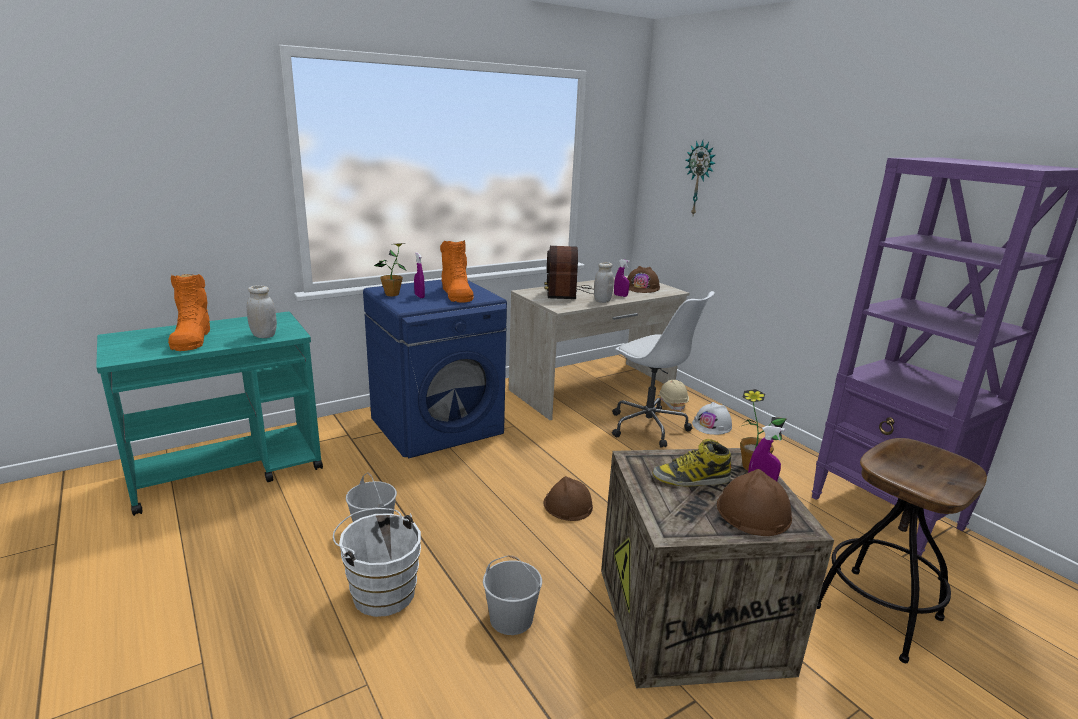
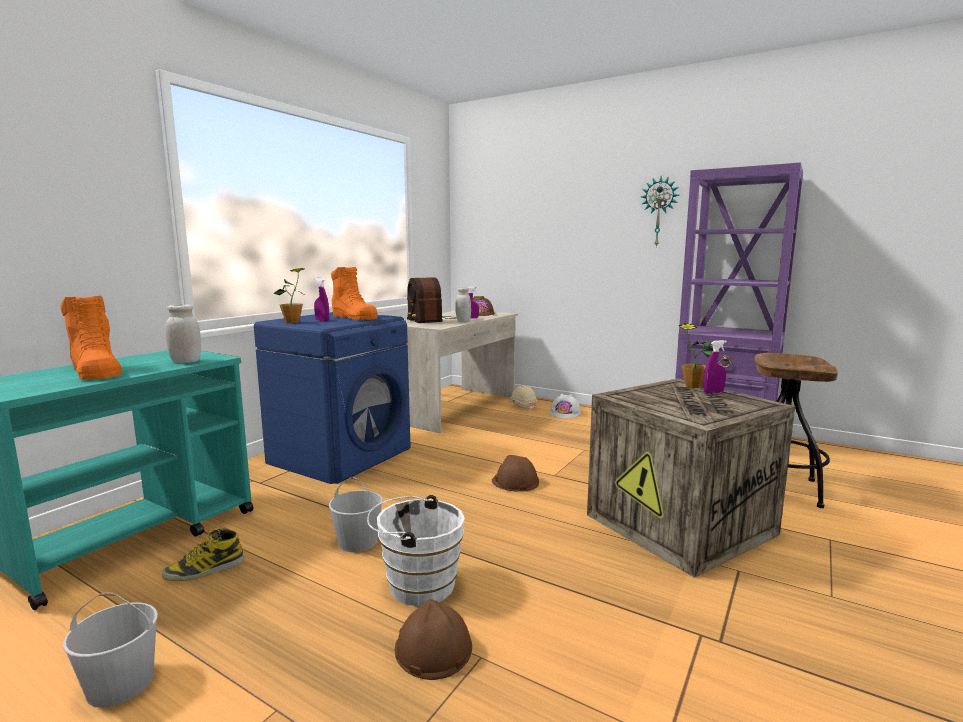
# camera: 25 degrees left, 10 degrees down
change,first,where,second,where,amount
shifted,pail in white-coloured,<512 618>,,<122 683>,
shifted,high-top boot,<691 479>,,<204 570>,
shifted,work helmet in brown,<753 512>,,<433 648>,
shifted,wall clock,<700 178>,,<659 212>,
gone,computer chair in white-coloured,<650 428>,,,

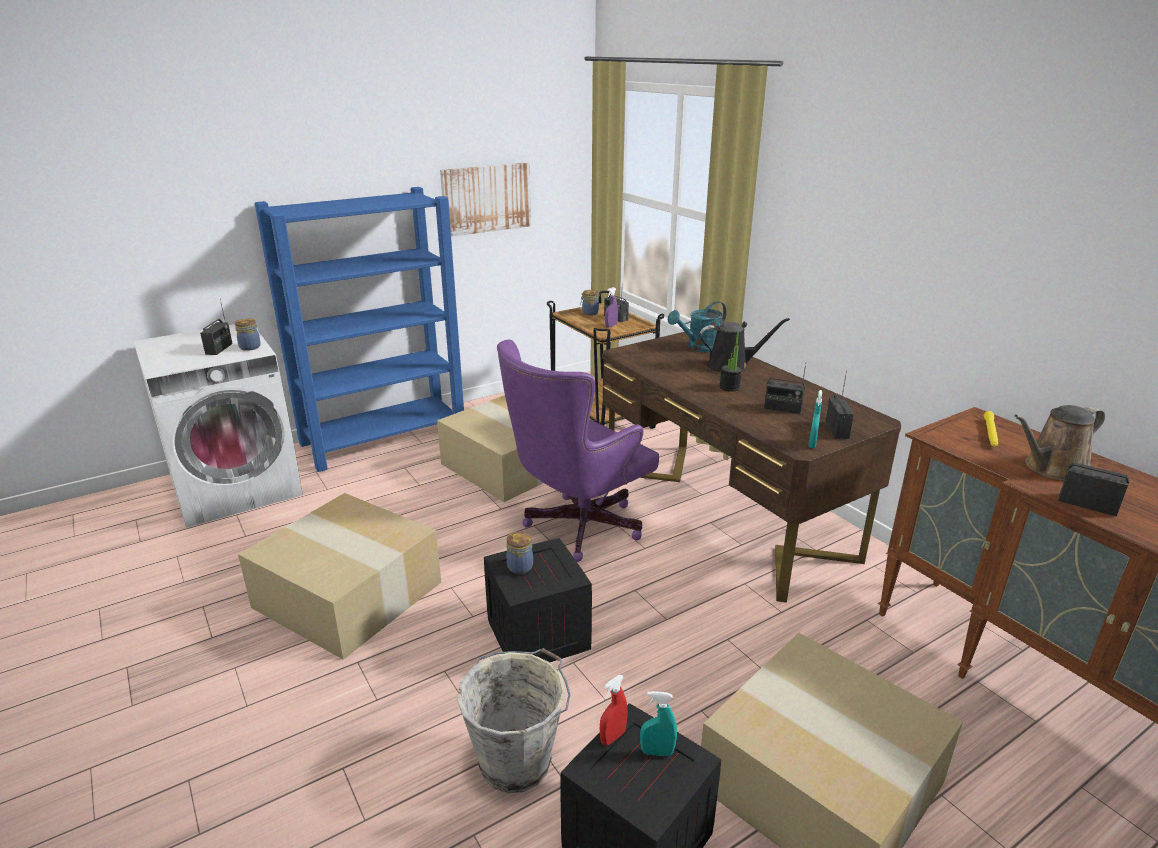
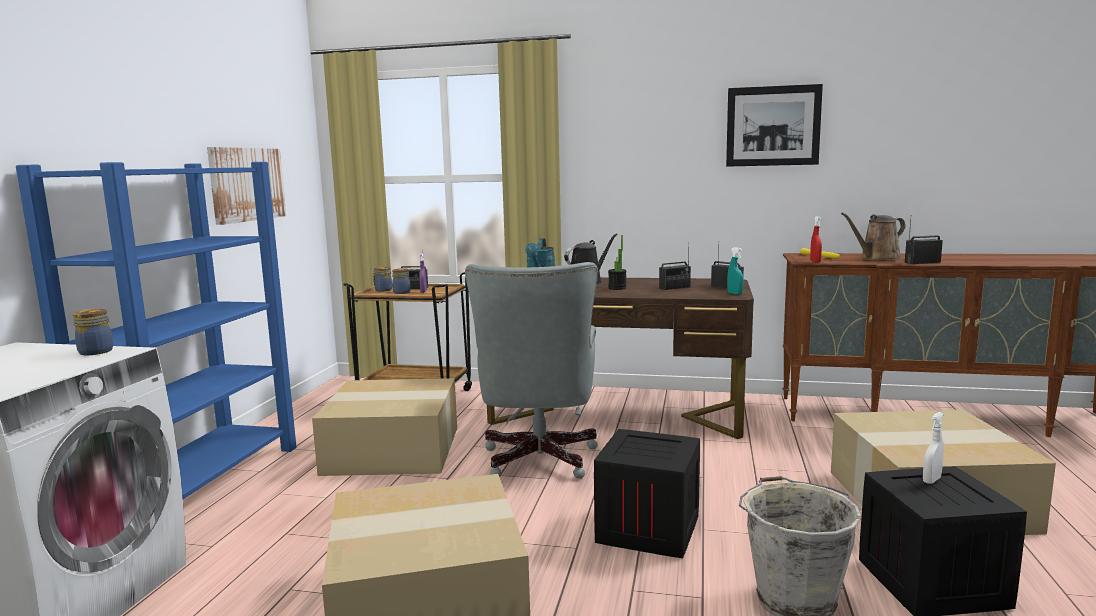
# camera: 45 degrees left, 15 degrees down
change,first,where,second,where,amount
shifted,preserve jar,<520 566>,,<401 292>,
repainted,computer chair in purplish,<578 529>,computer chair in grey,<539 462>,
new,,,wall picture,<773 126>,
shifted,sprayer in reddish,<613 737>,,<815 261>,
rotated,watering pot in brown,<1052 469>,,<877 259>,45 degrees clockwise
repainted,sprayer in blue-green,<657 752>,sprayer in white-coloured,<931 480>,
gone,radio set,<219 349>,,,

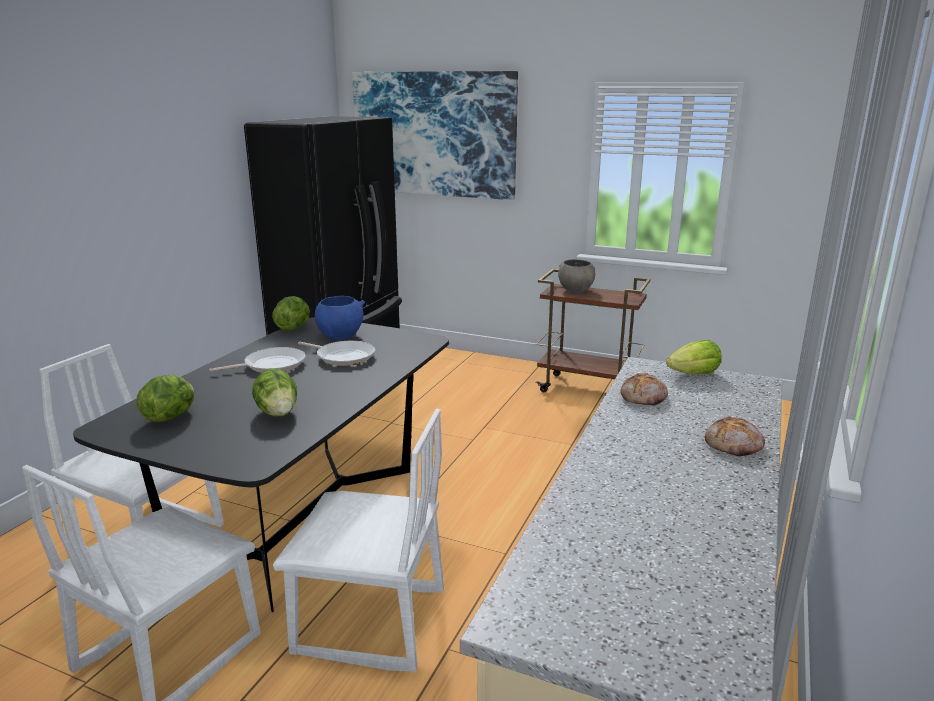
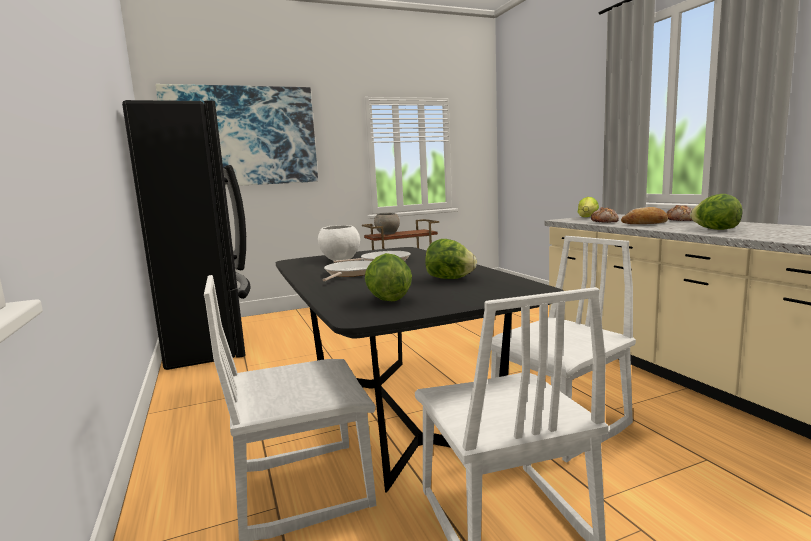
# camera: 45 degrees left, 10 degrees down
change,first,where,second,where,amount
repainted,bowl in blue-coloured,<340 336>,bowl in white-coloured,<340 259>,
new,,,baked bread,<645 223>,
shifted,head of lettuce,<293 328>,,<715 229>,

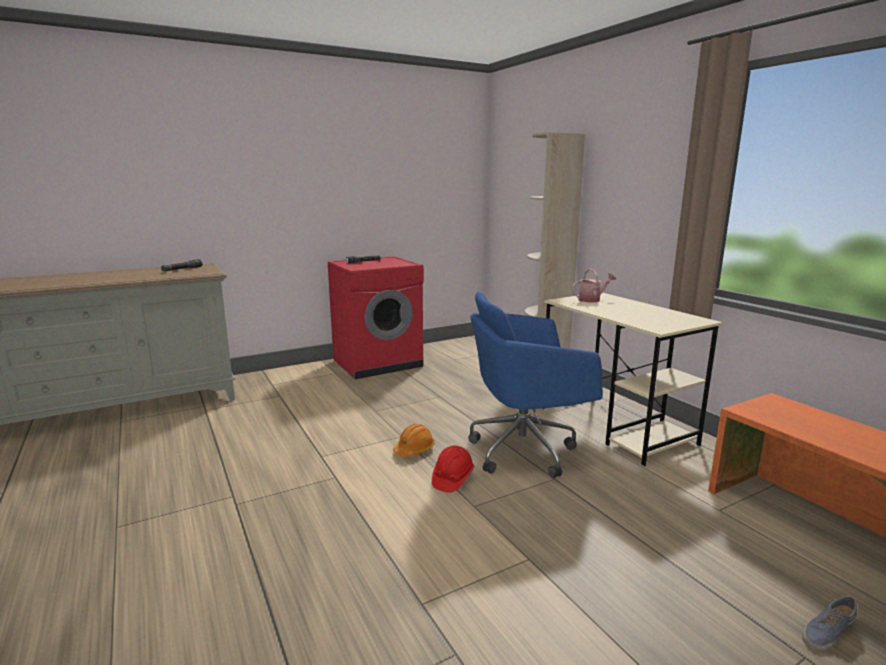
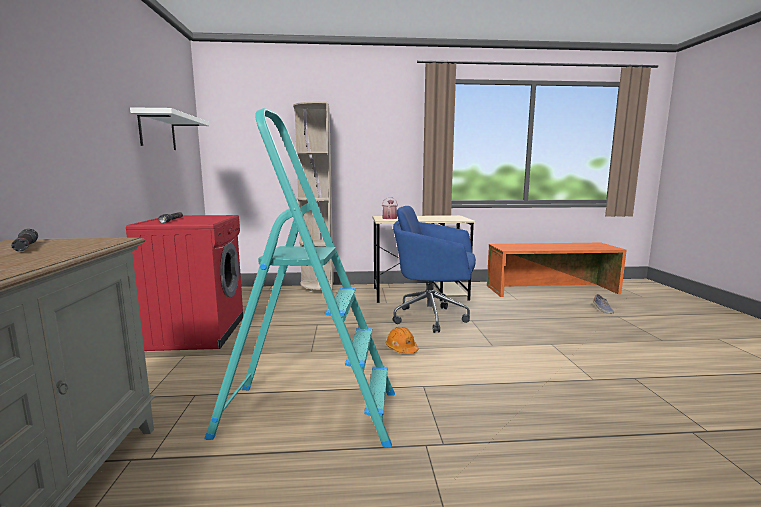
# camera: 65 degrees left, 5 degrees down
change,first,where,second,where,amount
new,,,bracket shelf in white-coloured,<157 131>,
new,,,step stool in blue-green,<310 414>,
rotated,computer chair in blue-coloured,<527 451>,,<433 318>,90 degrees clockwise
gone,work helmet in reddish,<452 479>,,,

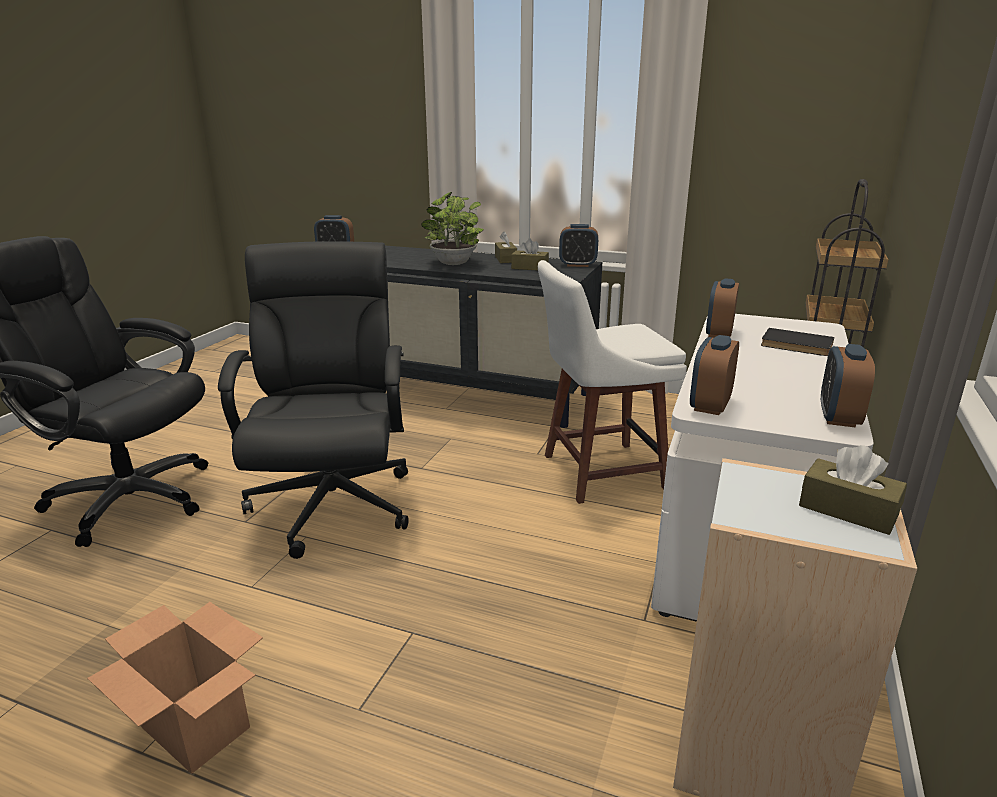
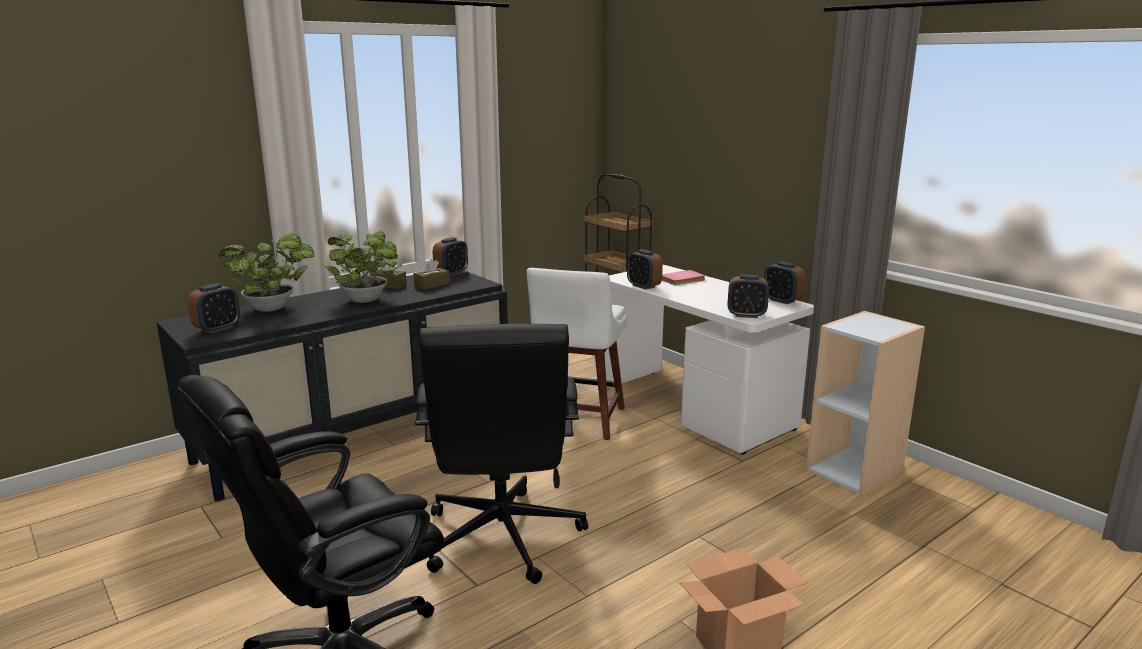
# camera: 60 degrees left, 5 degrees down
change,first,where,second,where,amount
new,,,houseplant,<273 308>,
rotated,computer chair in black-coloured,<333 506>,,<502 535>,120 degrees counterclockwise
repainted,book in black-coloured,<796 345>,book in pink,<683 280>,
rotated,alarm clock,<710 406>,,<746 315>,45 degrees counterclockwise
gone,tissue holder in brown,<848 510>,,,

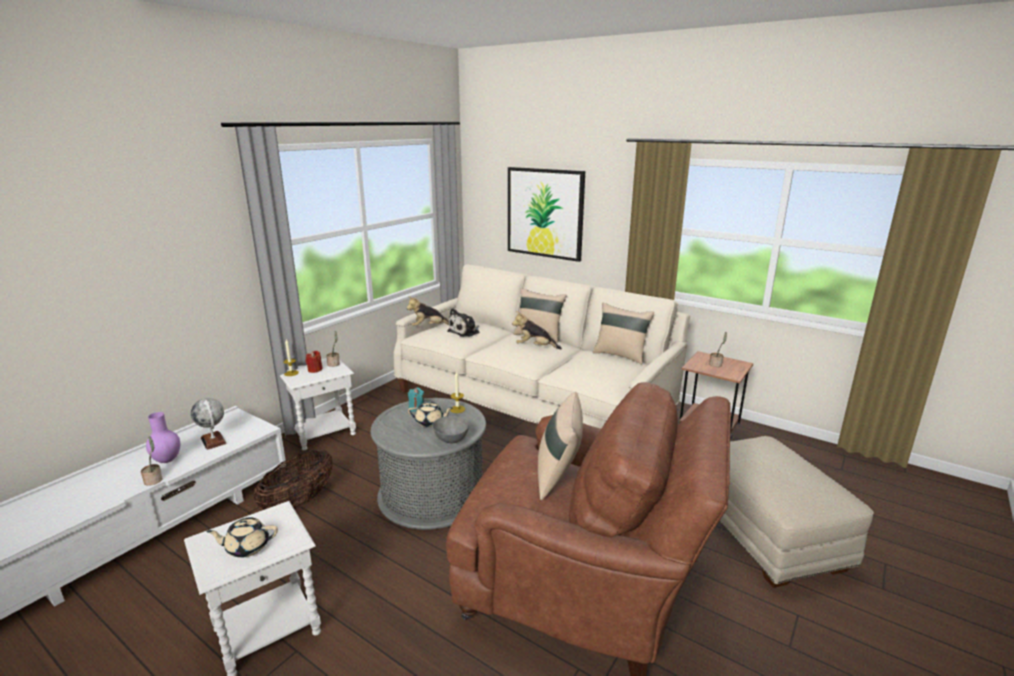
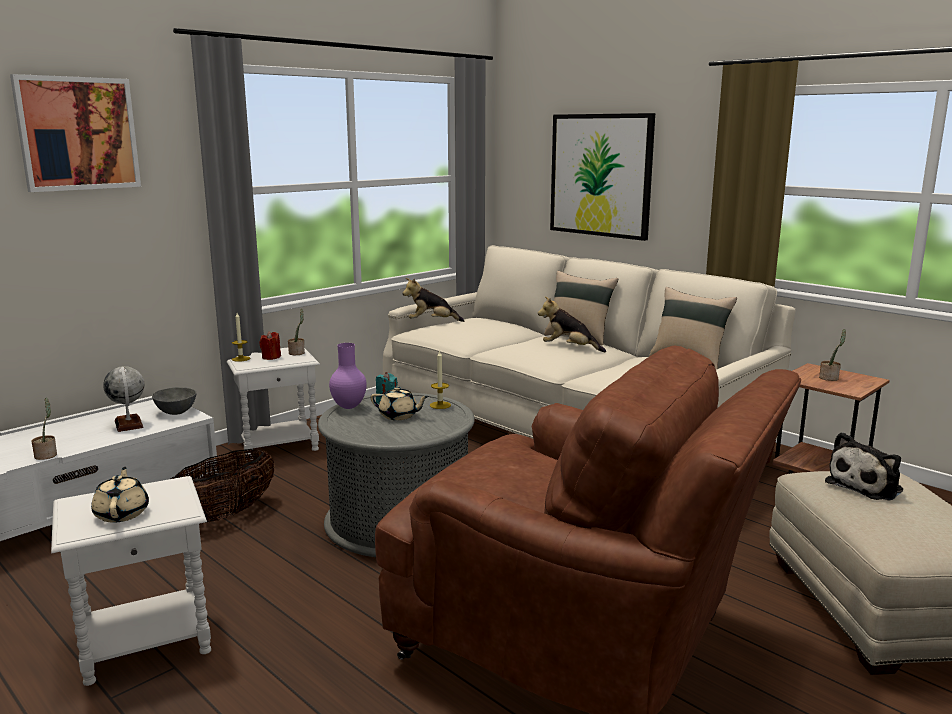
# camera: 10 degrees right, 5 degrees down
change,first,where,second,where,amount
new,,,wall picture,<78 134>,
rotated,pot for tea in beige,<247 547>,,<122 513>,75 degrees clockwise
shifted,bowl in grey,<450 439>,,<176 411>,
shifted,vase in purplish,<167 461>,,<348 407>,
shifted,plush toy,<465 332>,,<867 486>,
gone,pillow in beige,<558 477>,,,

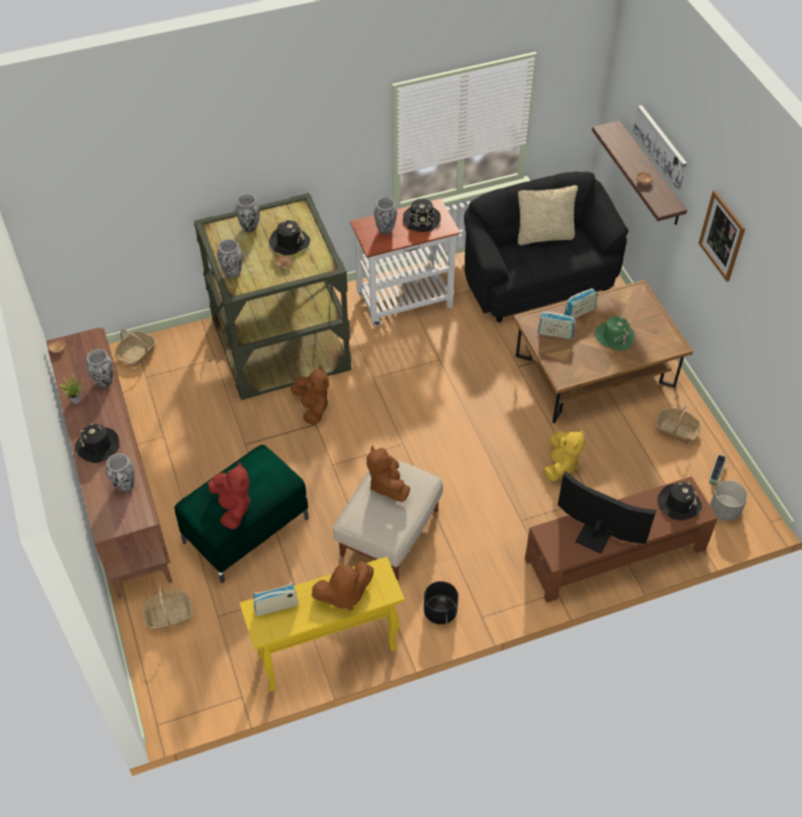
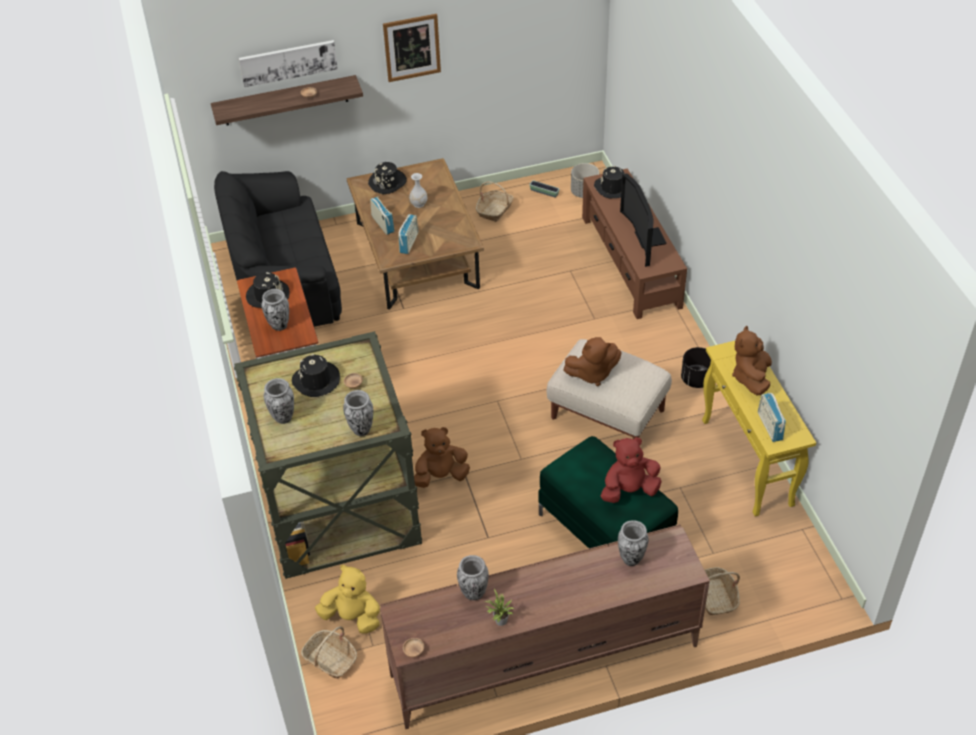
# camera: 85 degrees left, 5 degrees down
change,first,where,second,where,amount
shifted,plush toy in yellowish,<560 465>,,<352 617>,
shifted,wearable hat in black-coloured,<97 446>,,<387 182>,
swapped,wearable hat in green-coloured,<614 336>,vase in white-coloured,<418 204>,
rotated,television,<596 533>,,<645 238>,45 degrees counterclockwise
rotated,plush toy in brown,<343 595>,,<751 378>,150 degrees counterclockwise
gone,pillow in beige,<545 237>,,,

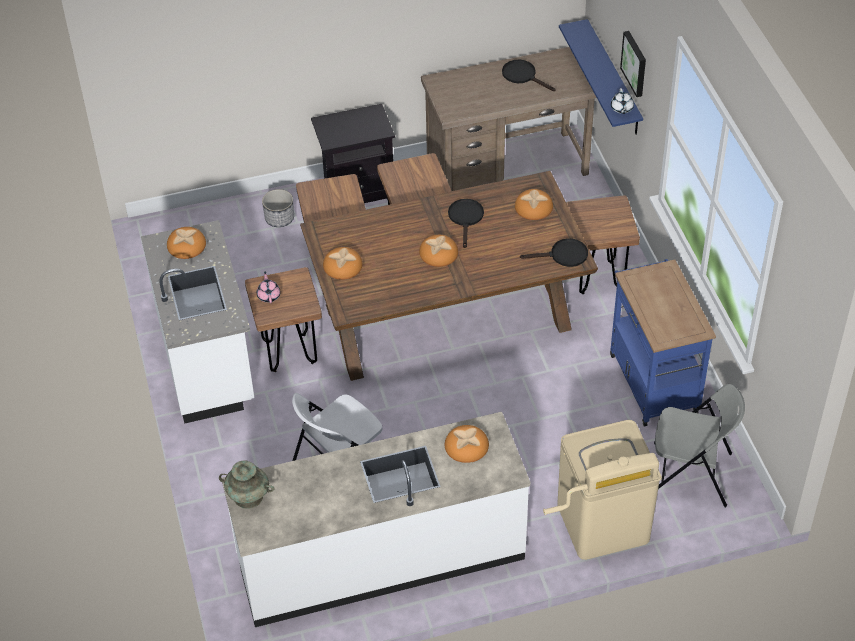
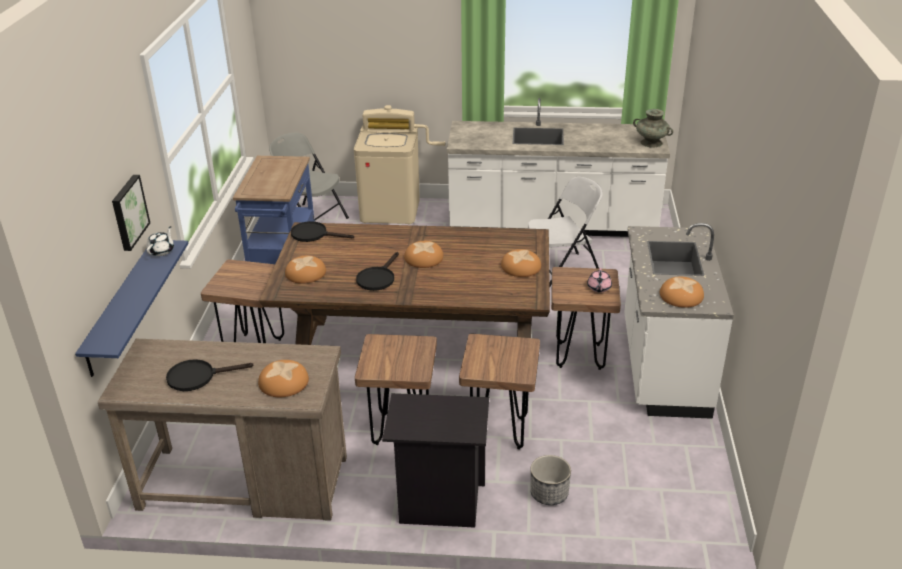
# camera: 160 degrees left, 15 degrees down
change,first,where,second,where,amount
rotated,frying pan in black-coloured,<523 76>,,<198 377>,105 degrees clockwise
shifted,baked bread,<467 446>,,<283 382>,

